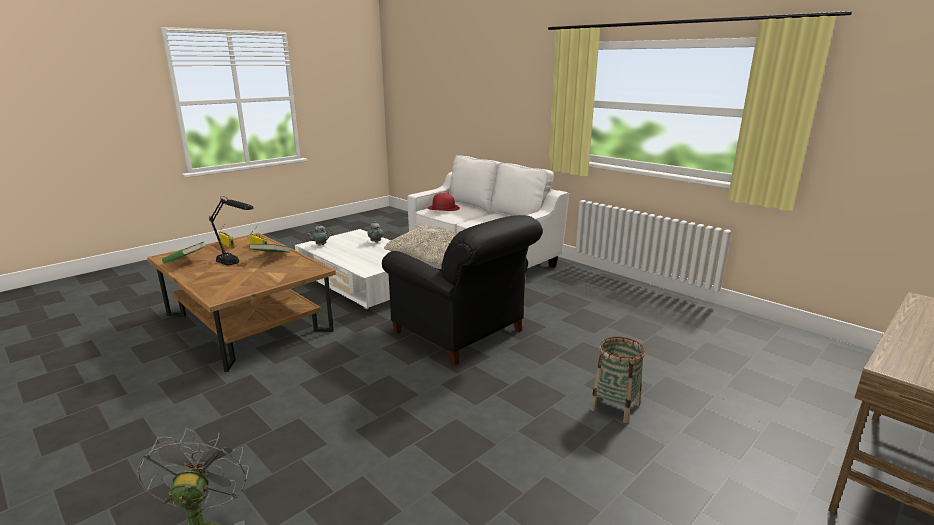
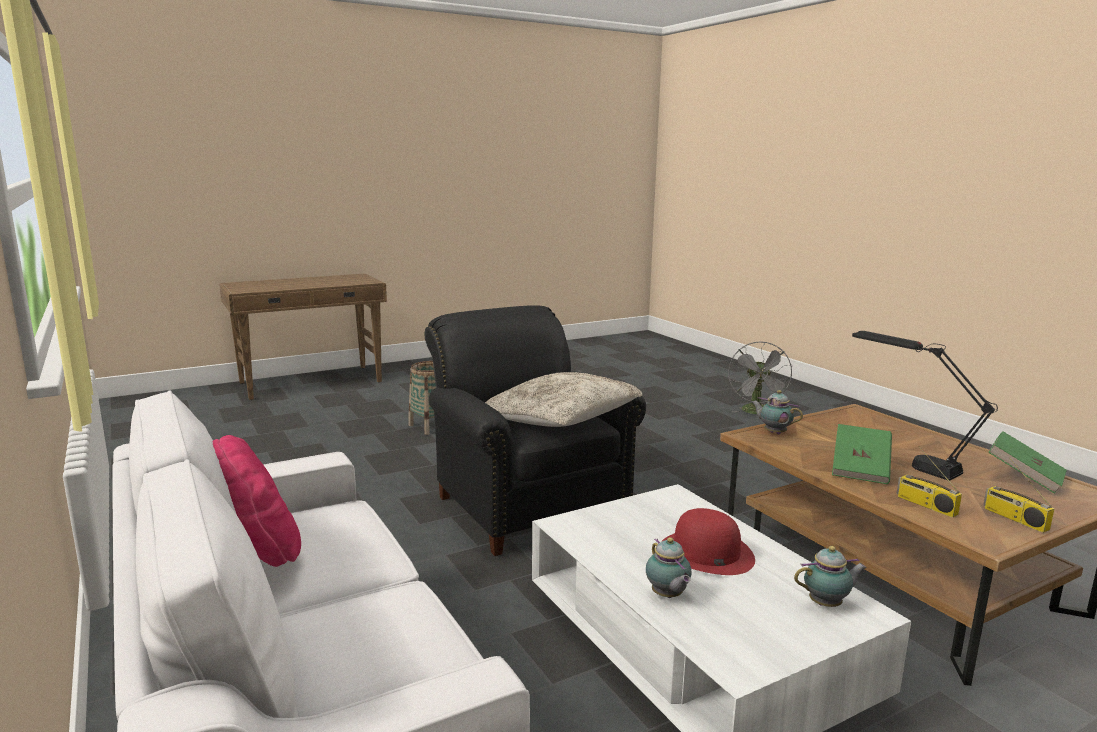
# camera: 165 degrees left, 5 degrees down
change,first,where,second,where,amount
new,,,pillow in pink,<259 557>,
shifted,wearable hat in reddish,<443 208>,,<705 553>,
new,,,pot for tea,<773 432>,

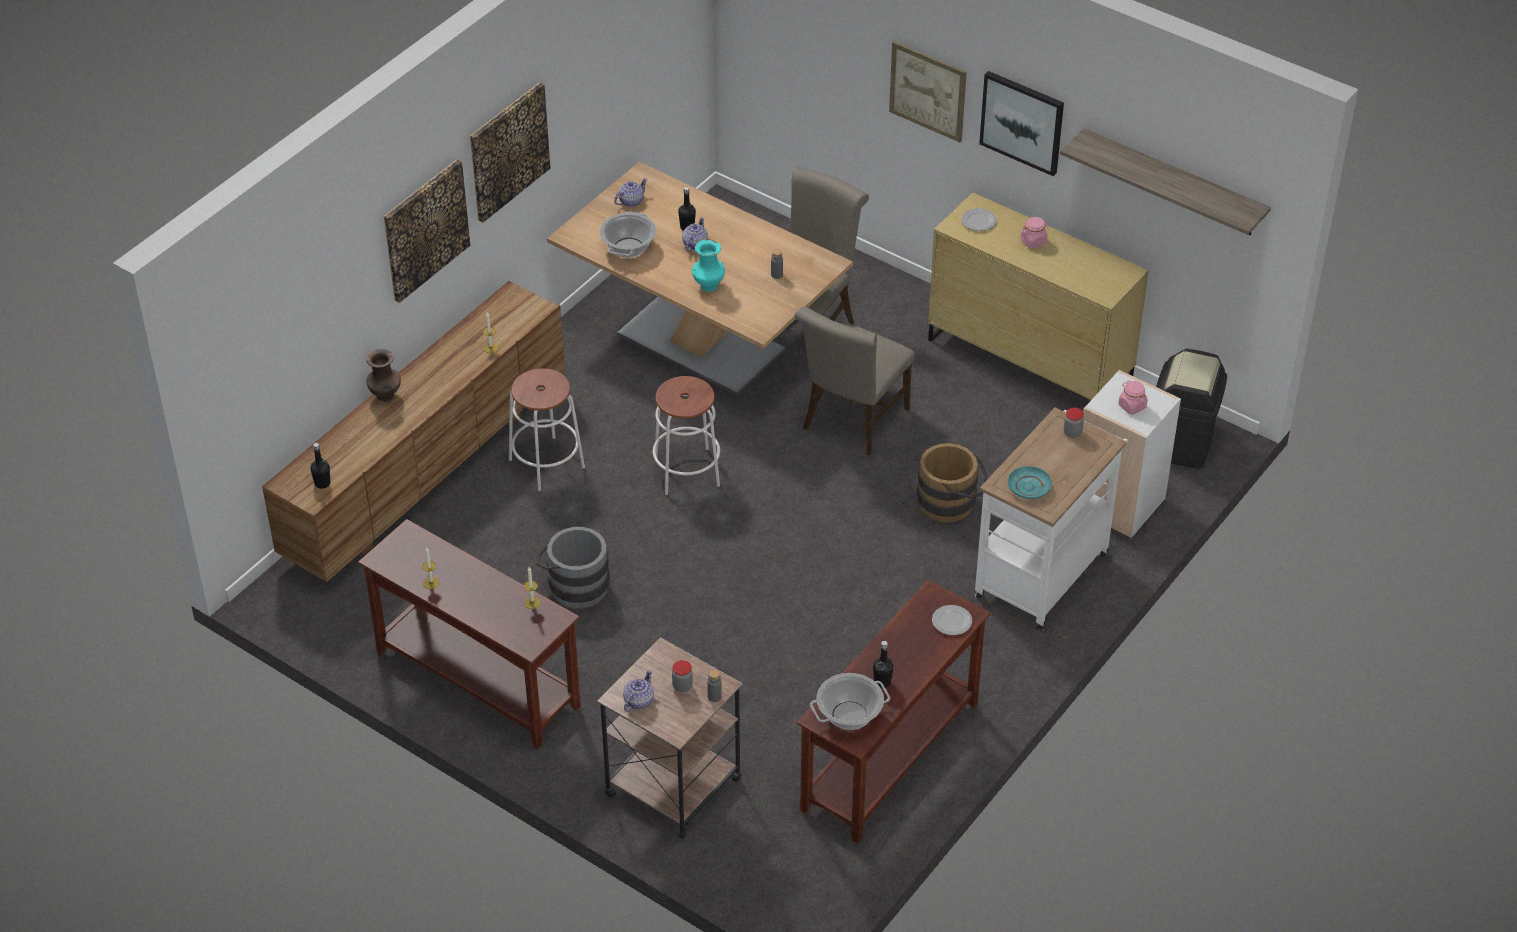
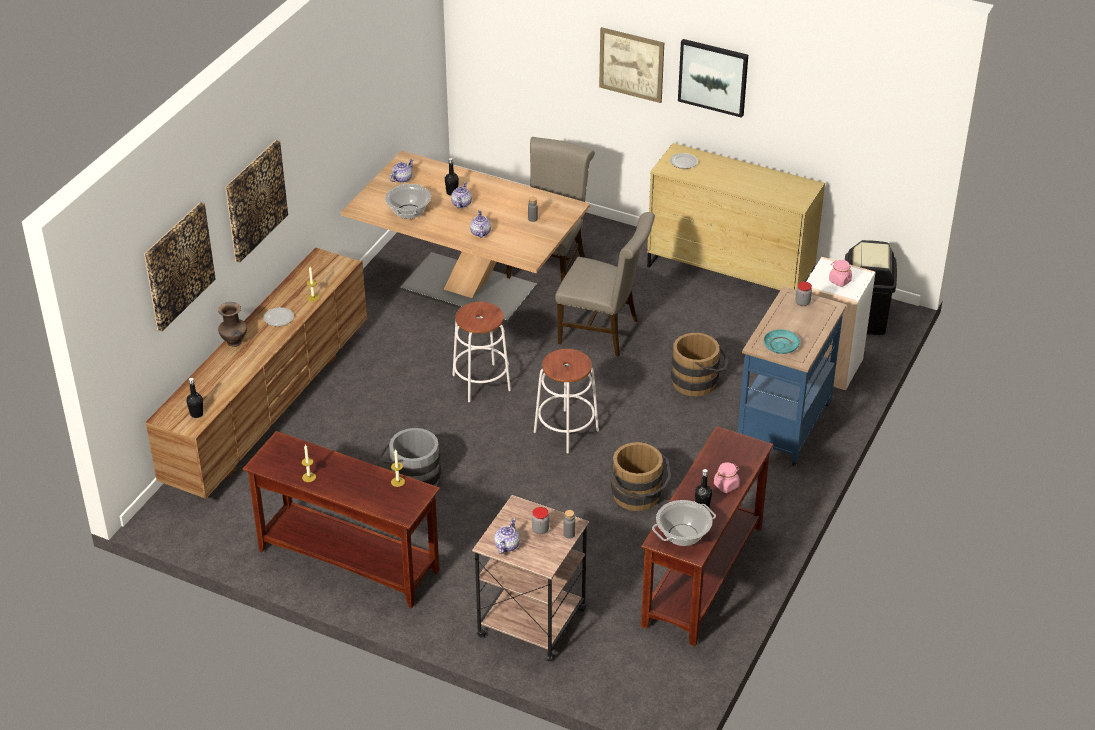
# camera: 10 degrees left, 5 degrees down
change,first,where,second,where,amount
shifted,wall picture,<508 151>,,<178 266>,
shifted,flat dish,<952 621>,,<278 318>,
swapped,vase in blue-green,<708 286>,pot for tea,<480 233>,
shifted,stool seat in white-coloured,<546 463>,,<566 431>,
rotated,upright chair in beige,<852 422>,,<604 332>,90 degrees counterclockwise
new,,,pail in brown,<638 498>,
shifted,preserve jar in pink,<1033 241>,,<726 485>,
repainted,trolley in white-coloured,<1044 573>,trolley in blue-coloured,<785 424>,
gone,bracket shelf,<1173 183>,,,

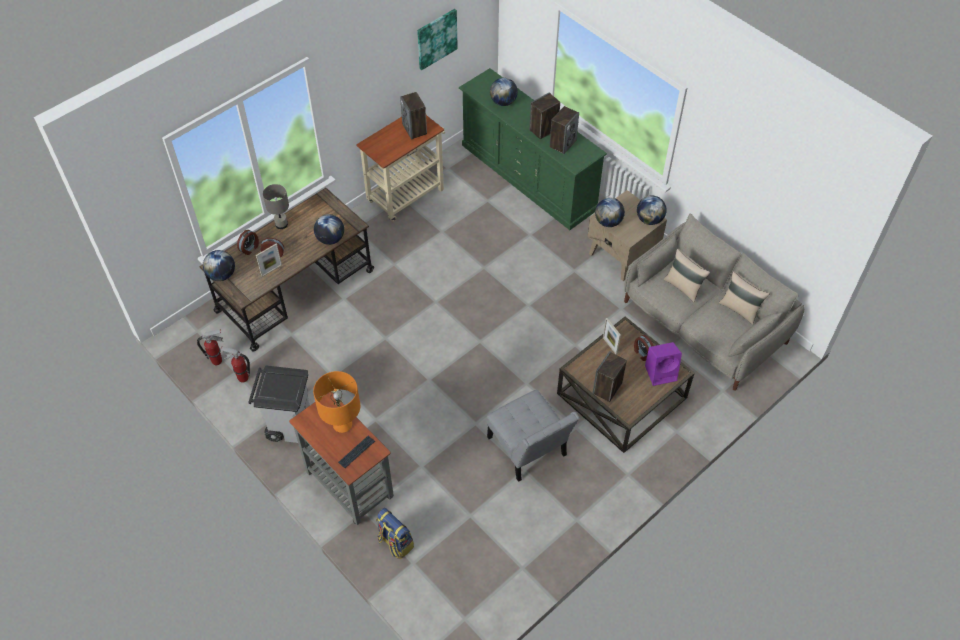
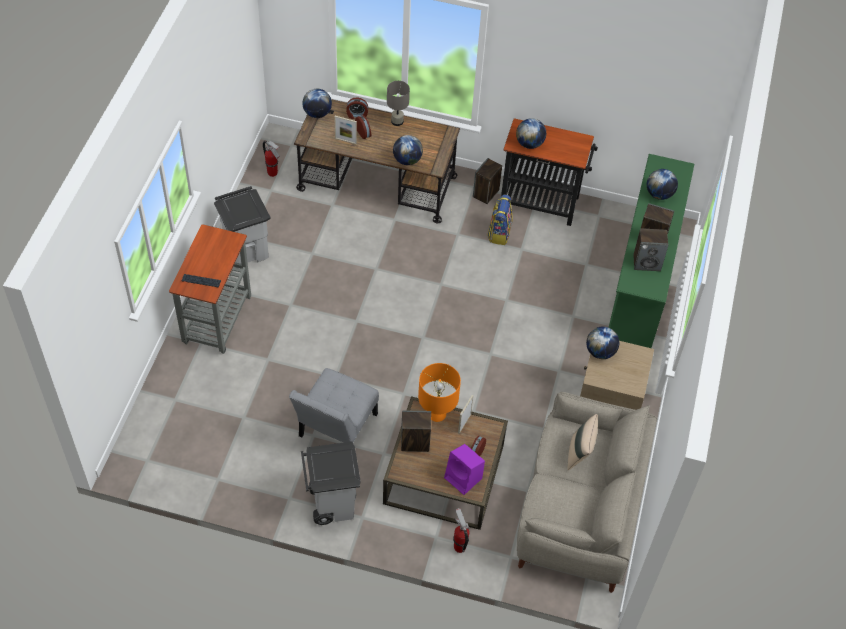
# camera: 55 degrees right, 0 degrees up
change,first,where,second,where,amount
new,,,rubbish bin in grey,<331 503>,
shifted,table lamp in orange,<342 425>,,<437 415>,
shifted,fire extinguisher,<242 378>,,<459 547>,
shifted,audio speaker,<415 129>,,<486 194>,
shifted,knapsack,<395 543>,,<499 233>,
repainted,trolley in beige,<406 195>,trolley in black-coloured,<541 203>,
shifted,world globe,<649 219>,,<529 143>,
gone,wall picture,<436 38>,,,
gone,pillow in beige,<739 309>,,,

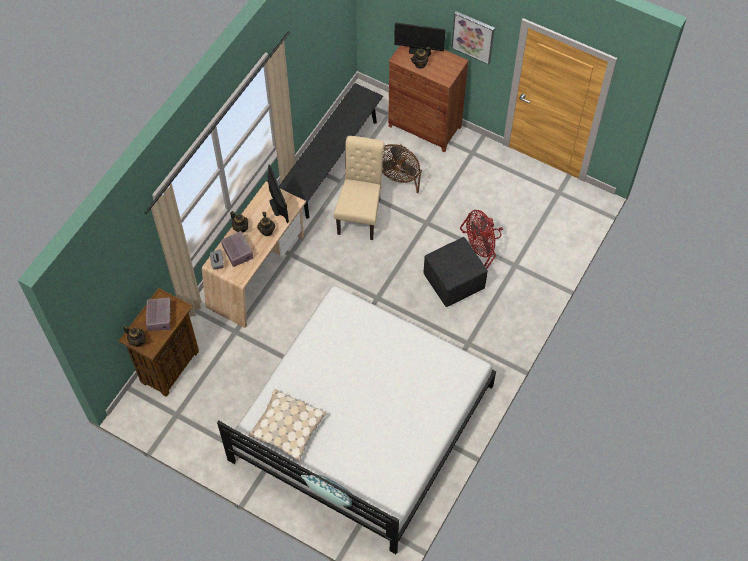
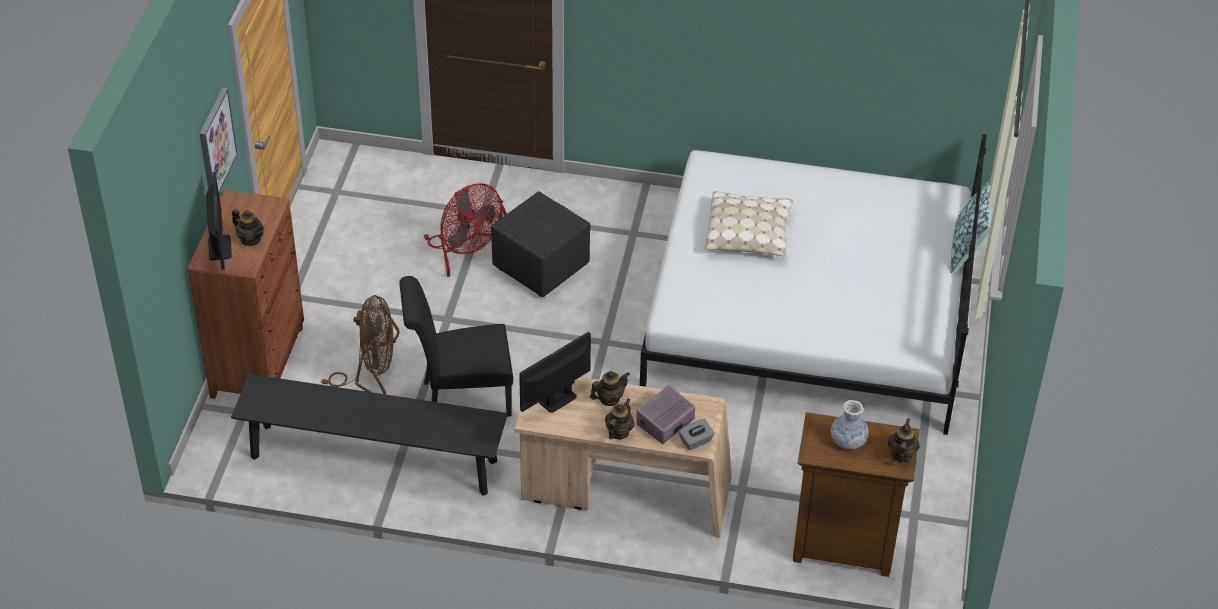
# camera: 110 degrees left, 15 degrees down
change,first,where,second,where,amount
repainted,upright chair in beige,<360 213>,upright chair in black-coloured,<460 398>,
shifted,pillow in beige,<287 428>,,<748 233>,
swapped,radio set,<160 317>,vase,<848 441>,

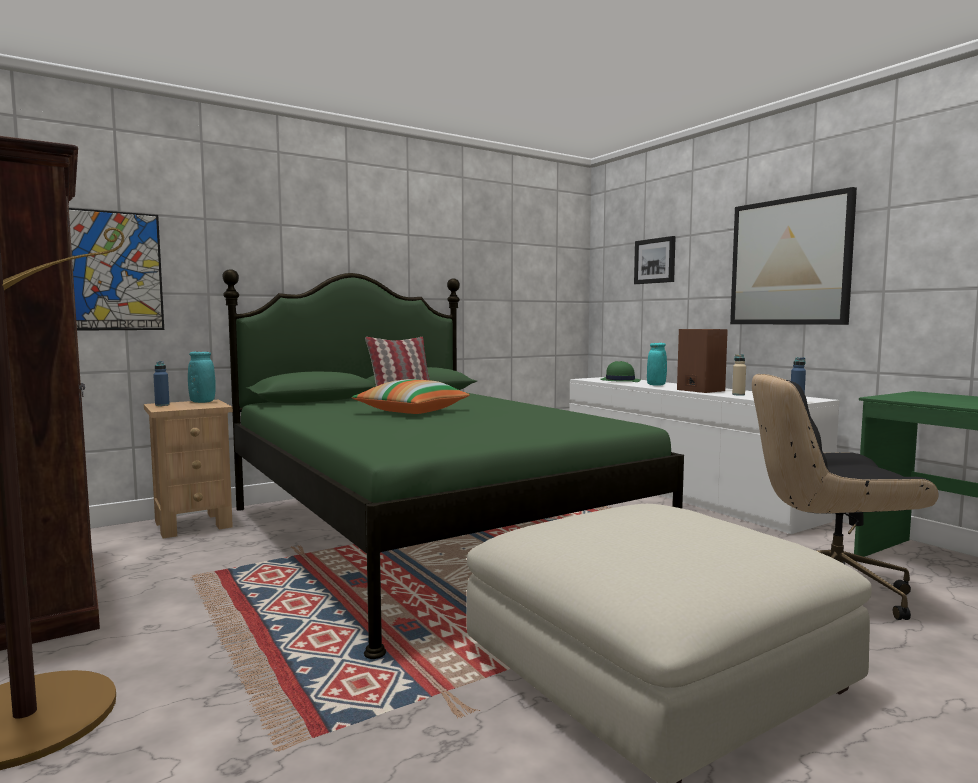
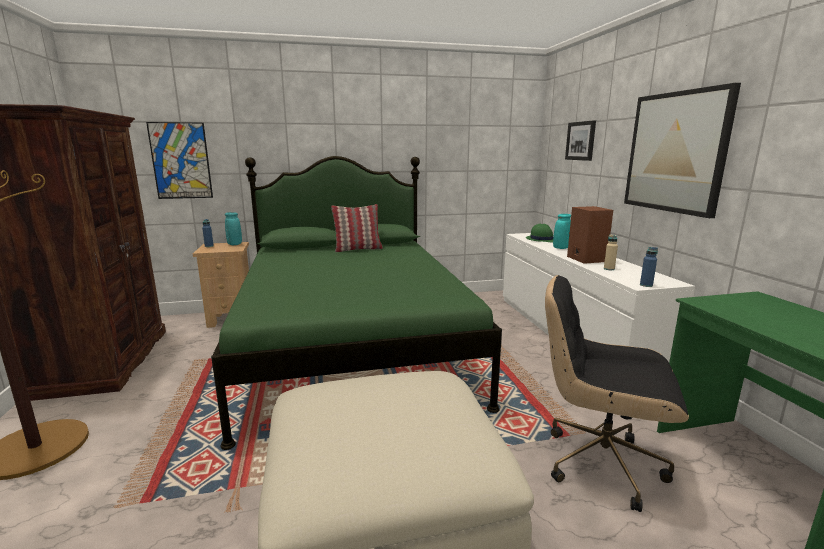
# camera: 20 degrees right, 10 degrees up
change,first,where,second,where,amount
gone,pillow,<411 411>,,,

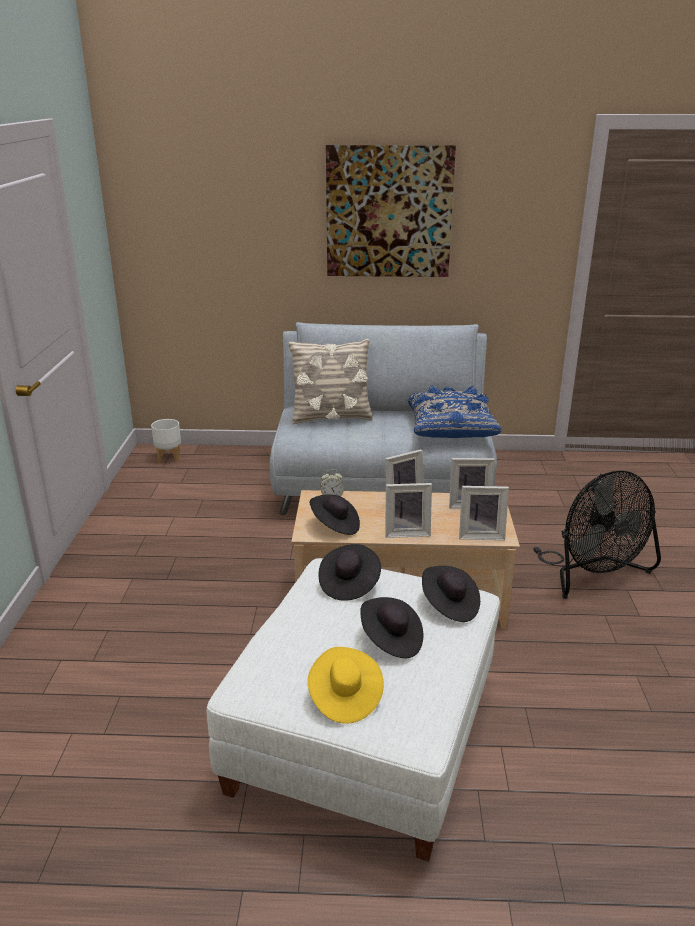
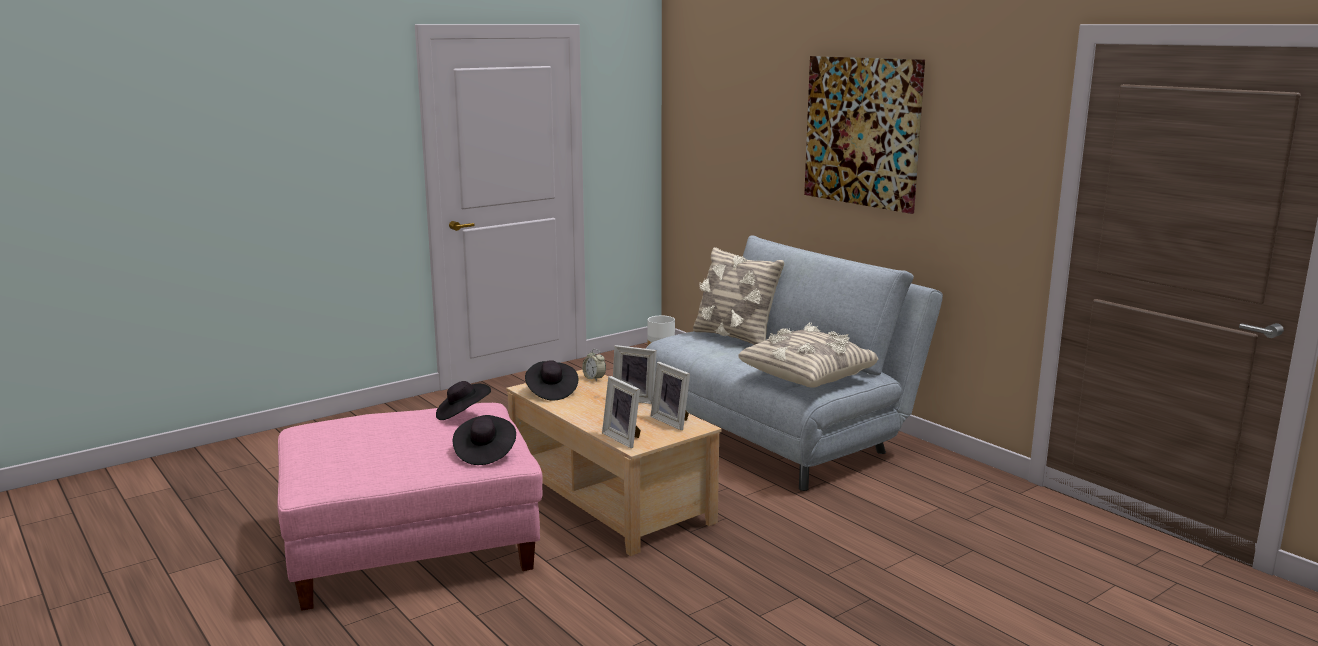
# camera: 50 degrees right, 10 degrees down
change,first,where,second,where,amount
repainted,ottoman in white-coloured,<364 733>,ottoman in pink,<412 543>,
repainted,pillow in blue-coloured,<450 430>,pillow in beige,<807 378>,
gone,wearable hat in yellowish,<344 698>,,,
gone,wearable hat in black-coloured,<391 640>,,,
gone,picture frame,<406 532>,,,
gone,electric fan in black-coloured,<590 574>,,,

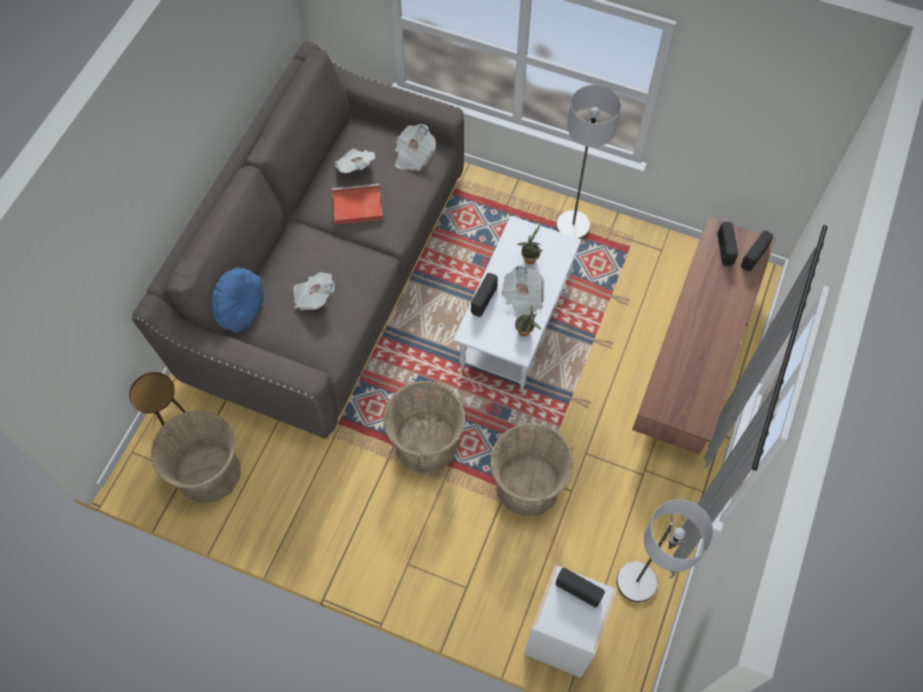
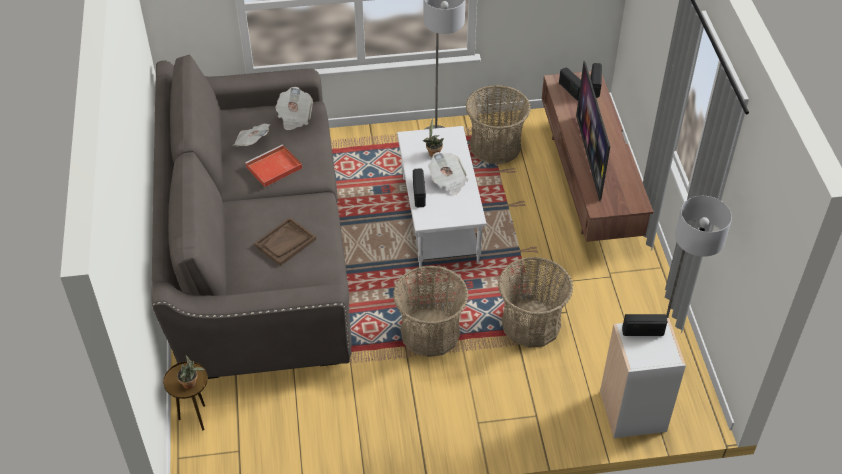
# camera: 30 degrees left, 15 degrees down
change,first,where,second,where,amount
shifted,houseplant,<526 331>,,<191 383>,
swapped,printed paper,<314 297>,carrying tray in brown,<285 243>,
shifted,household basket,<208 472>,,<495 146>,
new,,,television,<590 157>,
gone,pillow in blue-coloured,<243 313>,,,

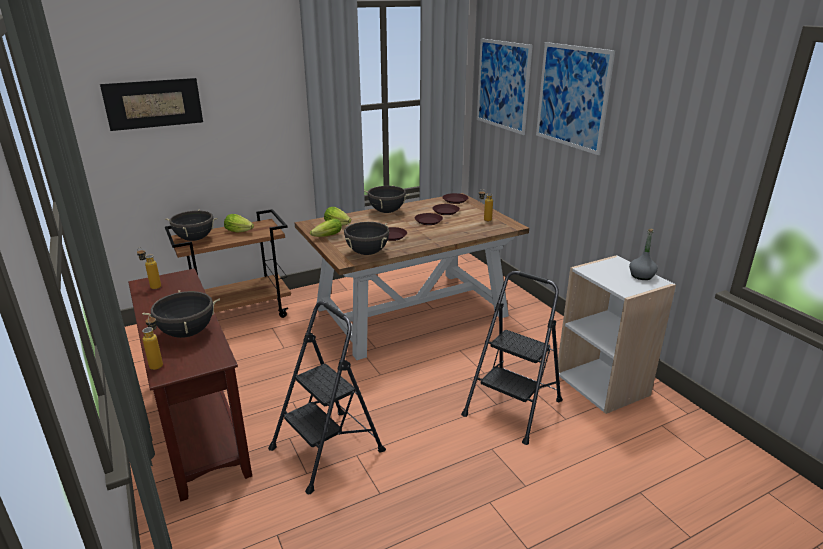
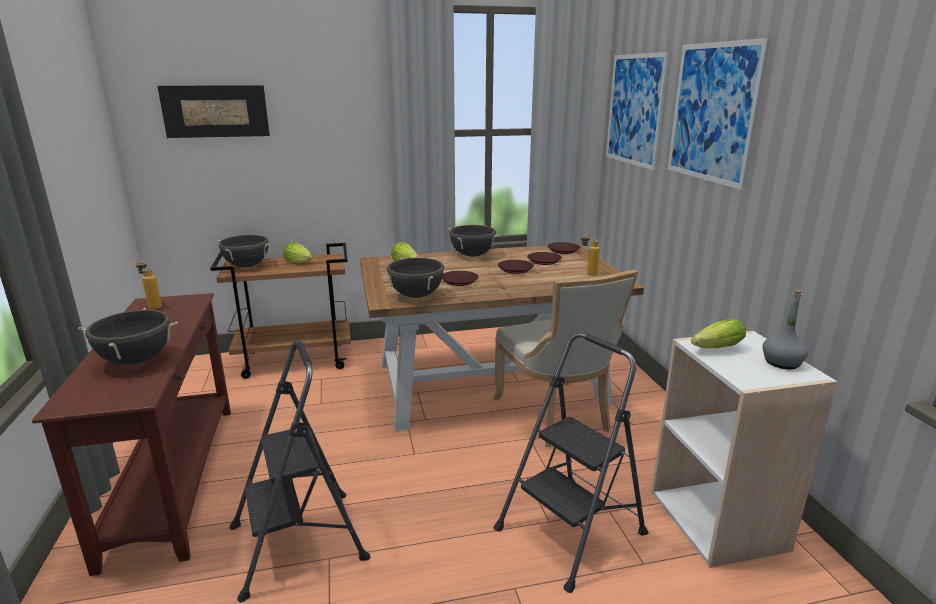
# camera: 15 degrees right, 5 degrees down
change,first,where,second,where,amount
new,,,upright chair in beige,<556 416>,
shifted,head of lettuce,<325 237>,,<714 349>,
gone,bottle,<158 363>,,,

